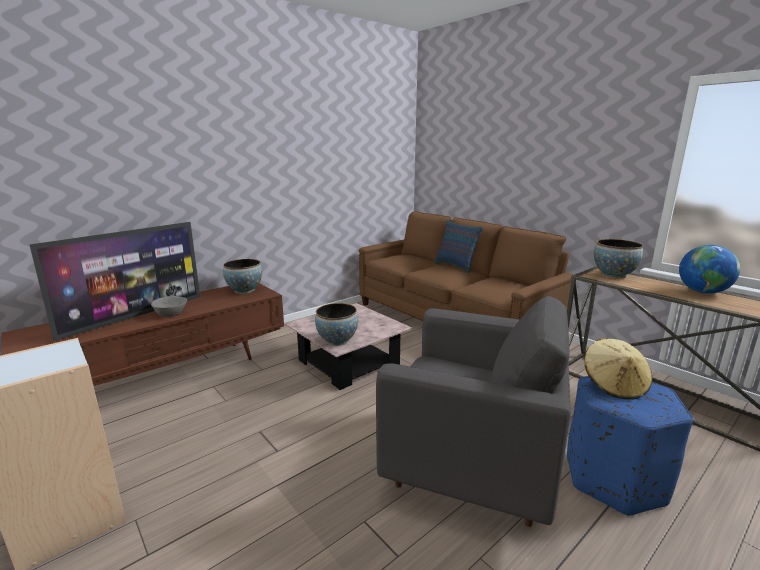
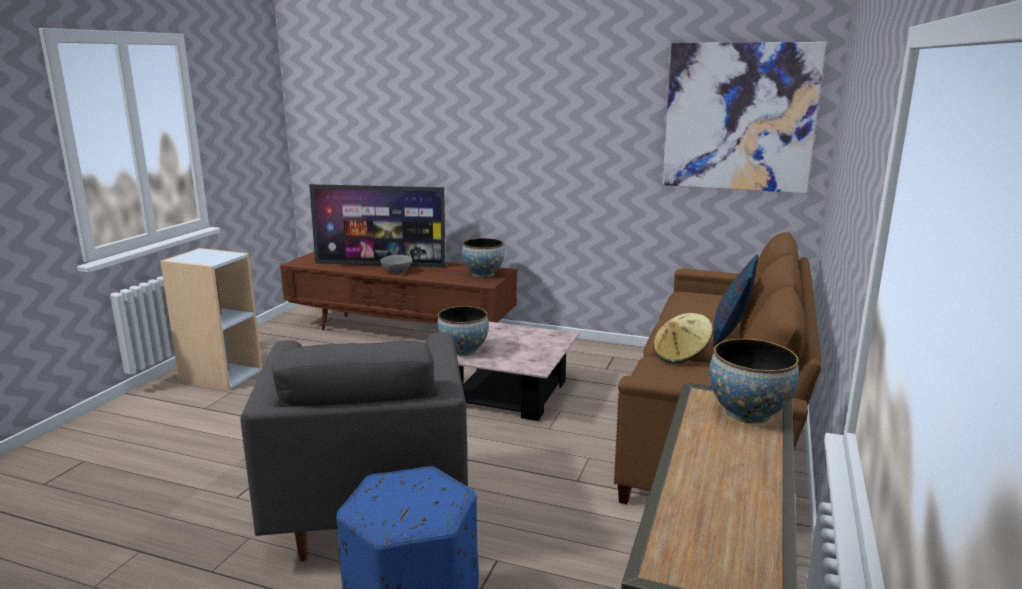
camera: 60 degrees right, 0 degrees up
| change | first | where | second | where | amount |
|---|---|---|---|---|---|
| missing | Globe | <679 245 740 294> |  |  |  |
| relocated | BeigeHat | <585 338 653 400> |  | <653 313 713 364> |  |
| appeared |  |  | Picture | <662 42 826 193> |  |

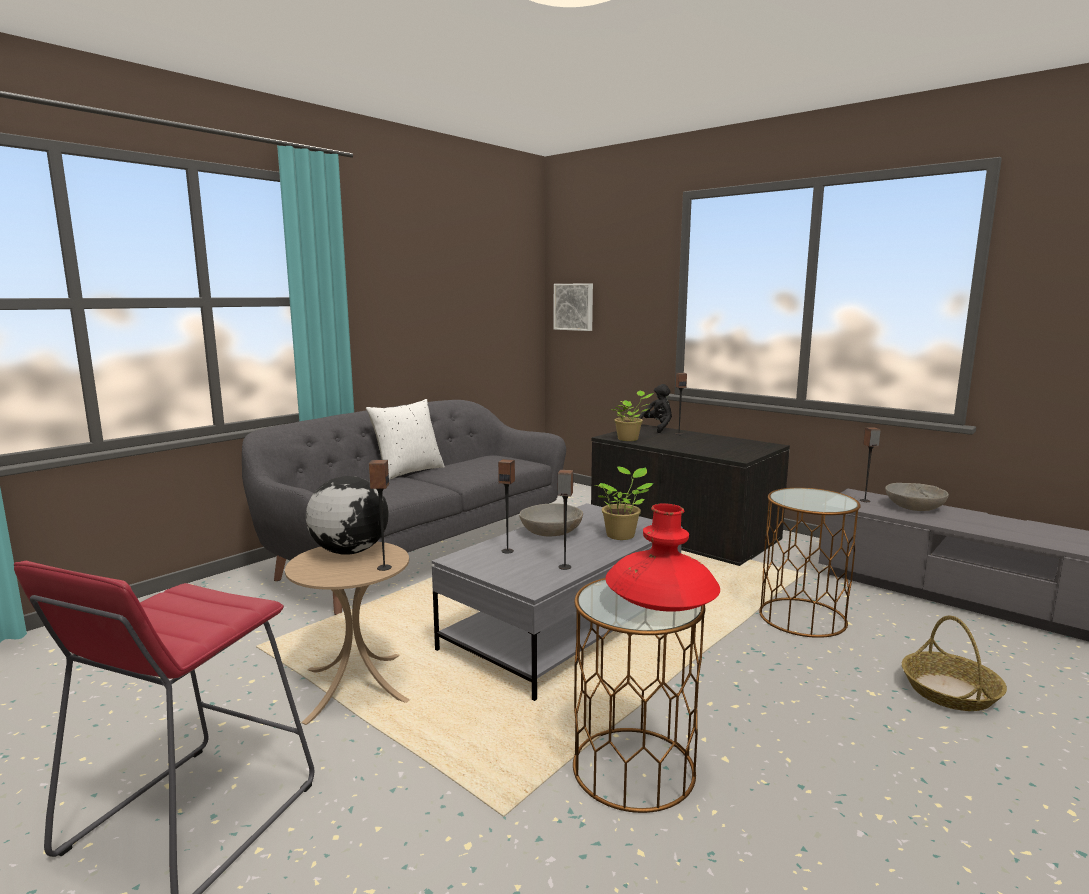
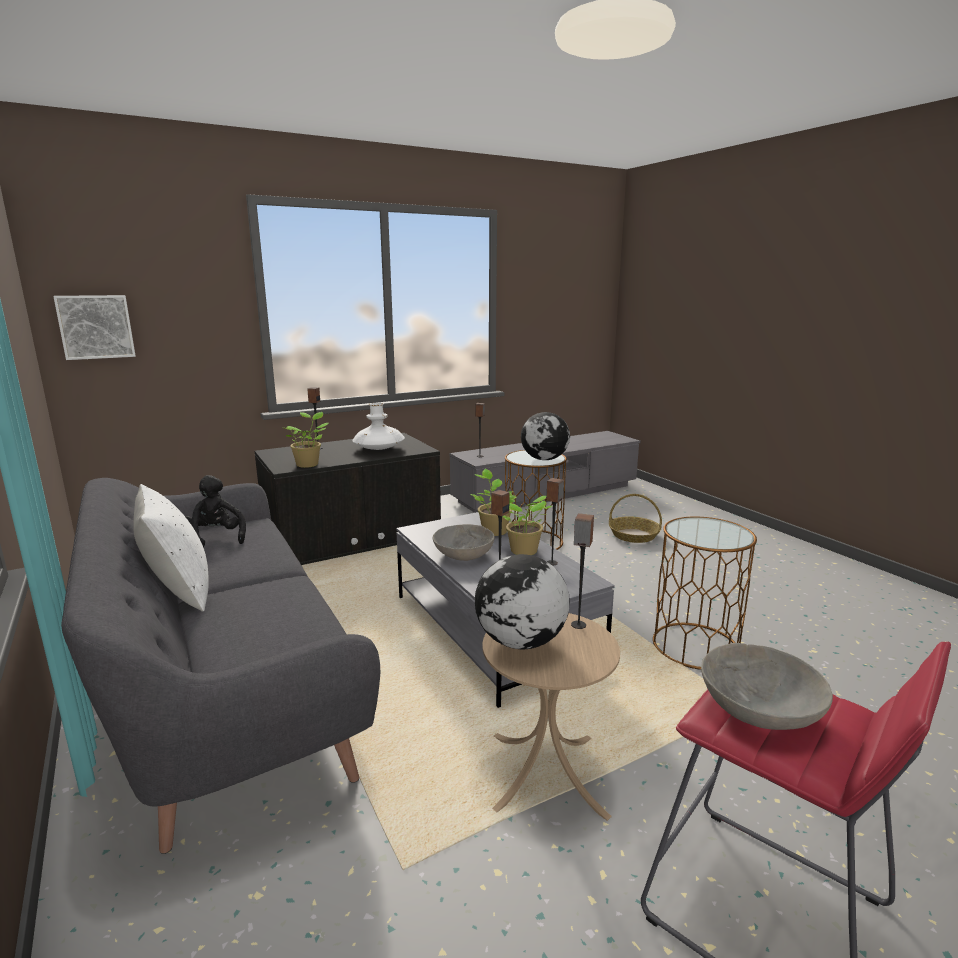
camera: 70 degrees left, 5 degrees up
| change | first | where | second | where | amount |
|---|---|---|---|---|---|
| relocated | BlackPlushToy | <638 384 672 433> |  | <185 475 246 548> |  |
| relocated | GreyBowl | <885 483 949 511> |  | <701 643 833 730> |  |
| missing | RedVase | <606 503 720 612> |  |  |  |
| appeared |  |  | WhiteVase | <352 403 405 450> |  |
| appeared |  |  | Globe | <521 412 570 460> |  |
| appeared |  |  | PottedPlant | <503 495 552 555> |  |

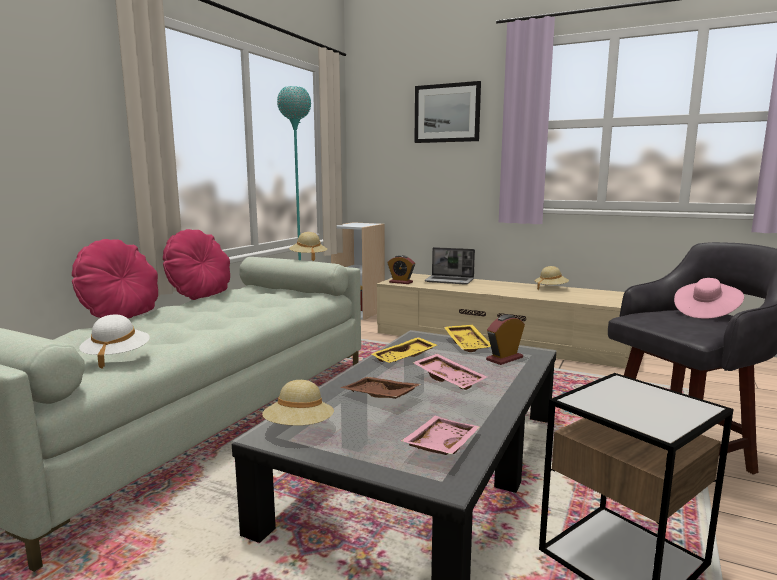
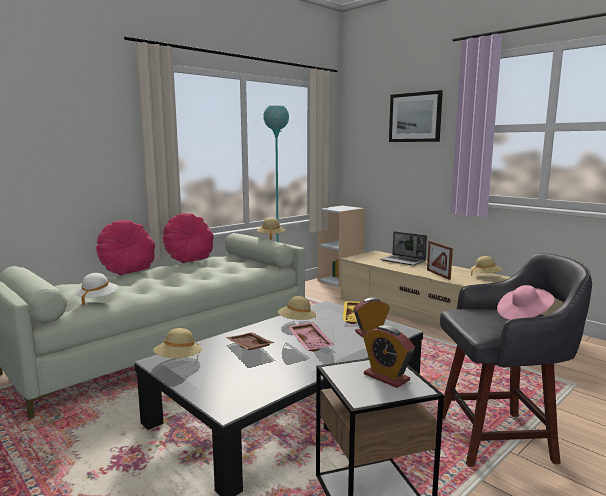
camera: 20 degrees right, 0 degrees up
| change | first | where | second | where | amount |
|---|---|---|---|---|---|
| relocated | AlarmClock | <388 255 415 284> |  | <363 325 415 388> |  |
| exchanged | YellowTray | <372 337 437 363> | BeigeHat | <278 296 316 320> |  |
| missing | PinkTray | <401 416 480 455> |  |  |  |
| appeared |  |  | PictureFrame | <427 241 453 280> |  |

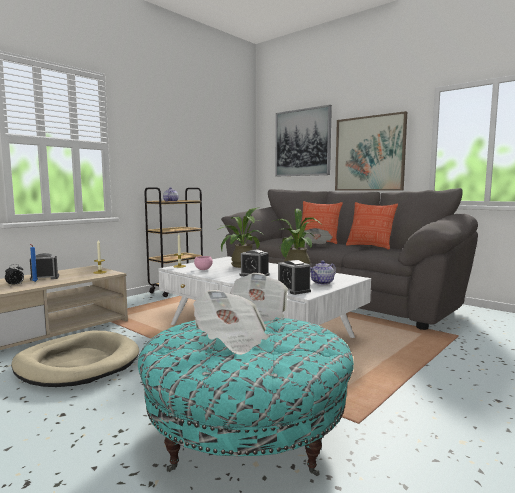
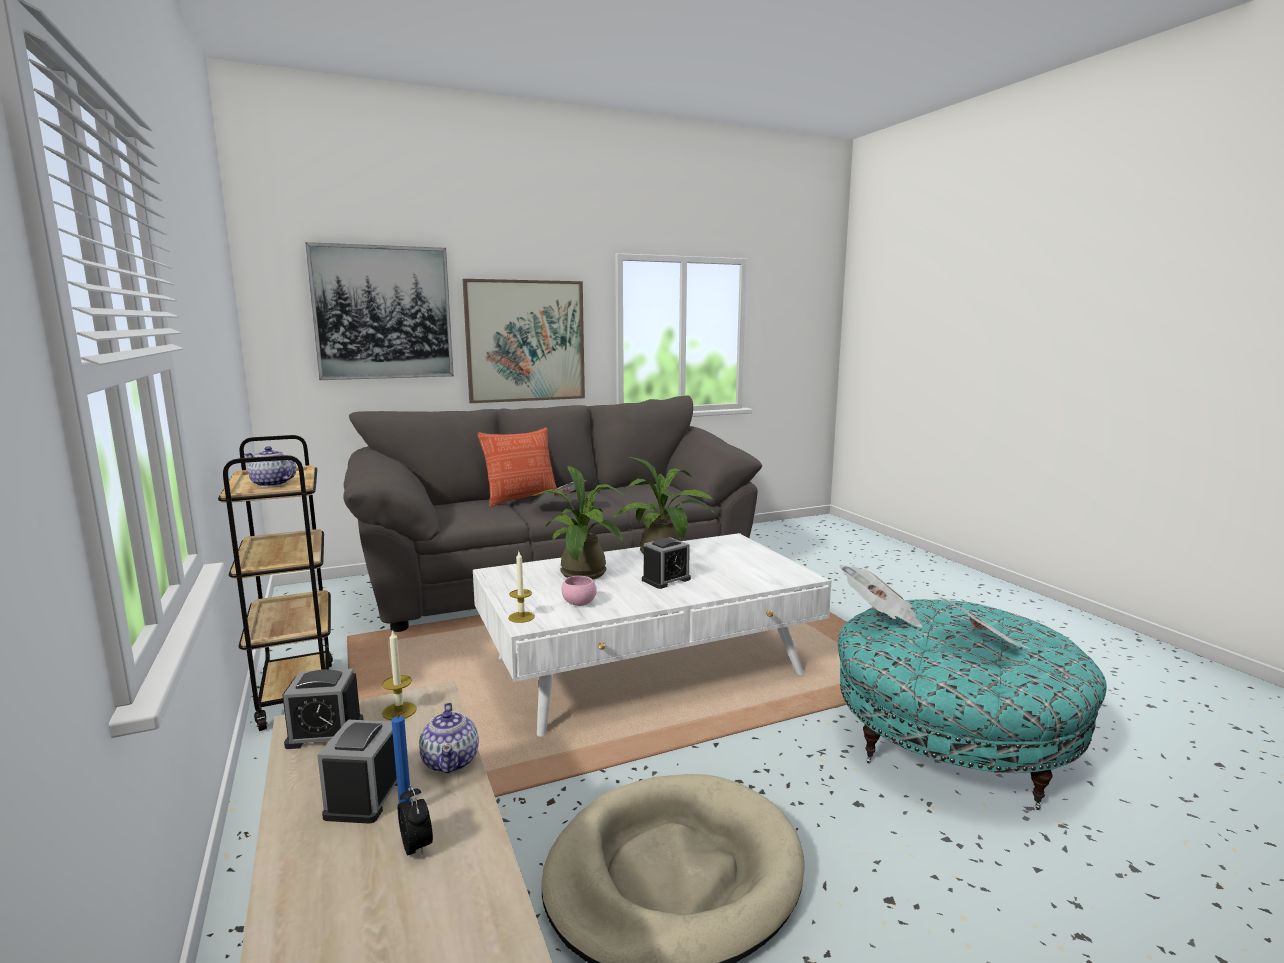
camera: 65 degrees left, 5 degrees up
| change | first | where | second | where | amount |
|---|---|---|---|---|---|
| missing | OrangePillow | <346 202 398 250> |  |  |  |
| relocated | AlarmClock | <278 260 311 295> |  | <283 668 364 749> |  |
| relocated | Teapot | <310 260 336 285> |  | <419 703 479 773> |  |

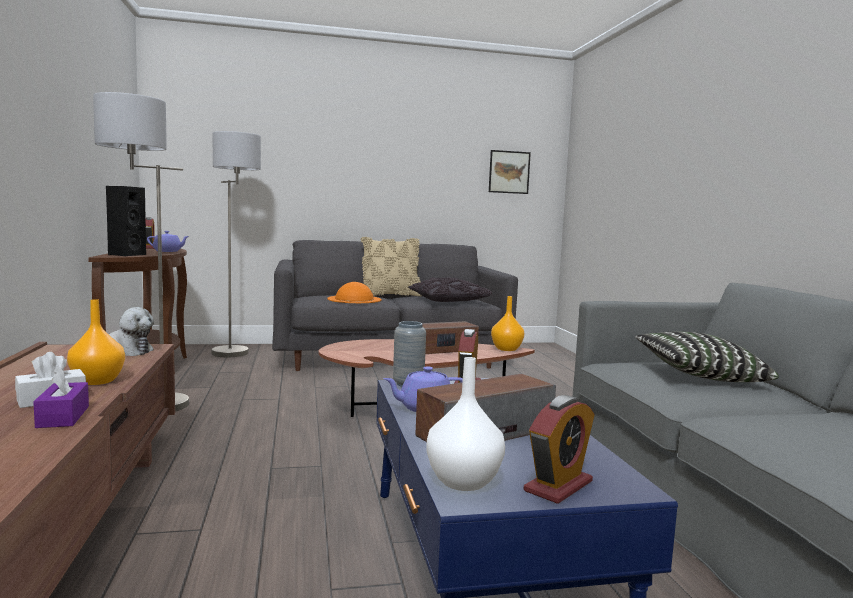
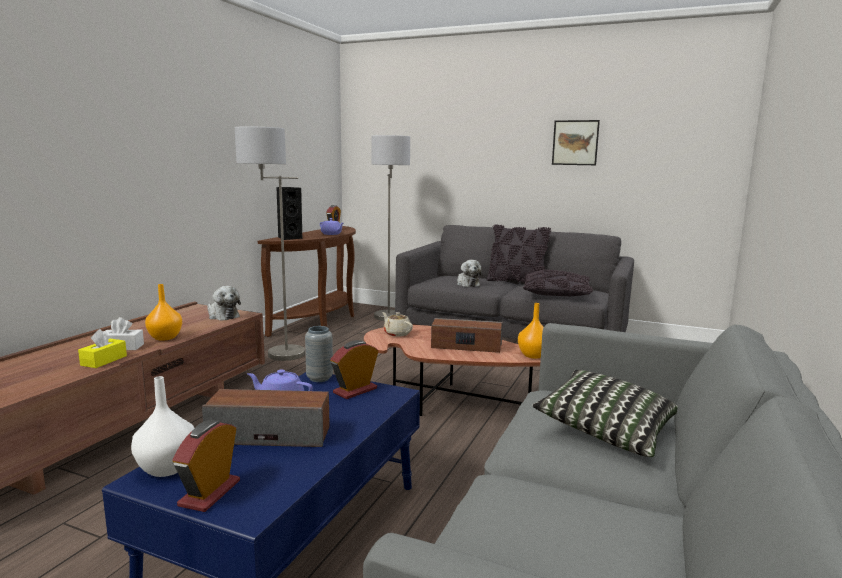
camera: 35 degrees right, 5 degrees up
| change | first | where | second | where | amount |
|---|---|---|---|---|---|
| relocated | Picture | <489 150 531 194> |  | <552 120 600 165> |  |
| colour | BeigePillow | <360 236 422 296> | BlackPillow | <487 224 551 283> |  |
| exchanged | OrangeHat | <327 282 382 303> | PlushToy | <457 260 483 287> |  |
| colour | PurpleTissueBox | <33 366 89 428> | YellowTissueBox | <78 329 127 368> |  |
| spun | AlarmClock | <524 395 594 504> |  | <172 420 240 512> | 120 degrees clockwise |
| appeared |  |  | BeigeTeapot | <382 312 413 337> |  |

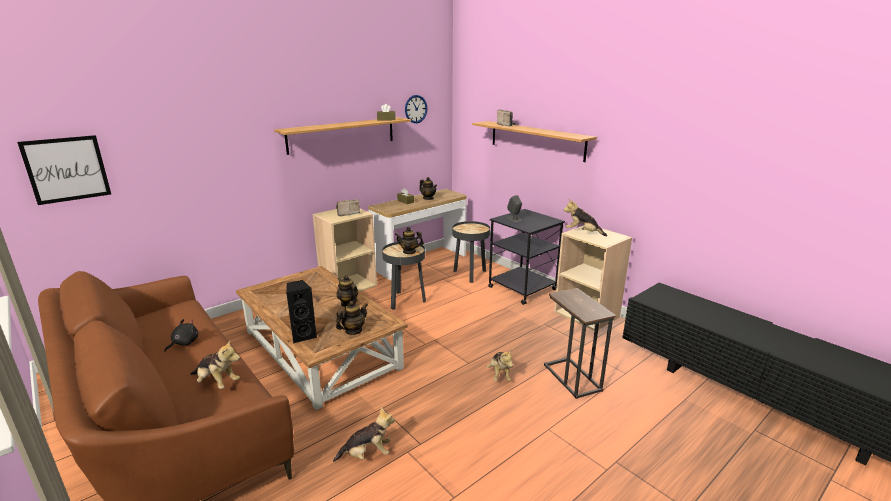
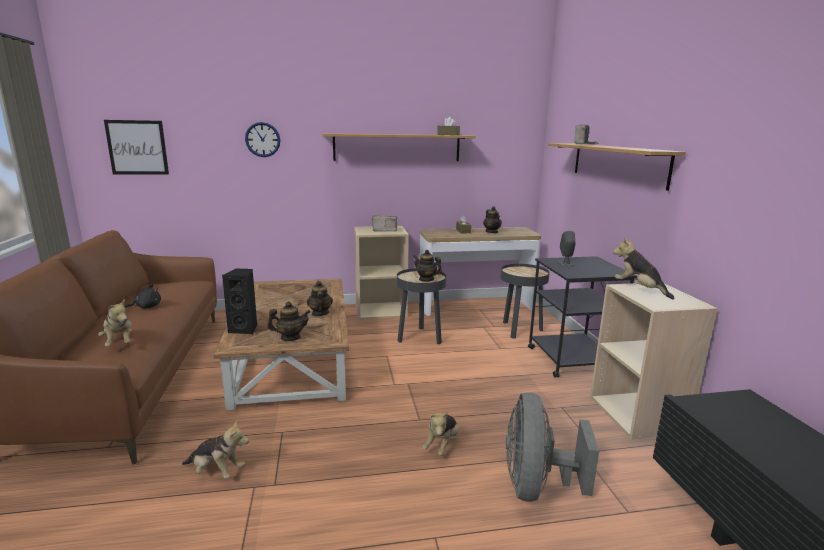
camera: 30 degrees right, 5 degrees down
| change | first | where | second | where | amount |
|---|---|---|---|---|---|
| relocated | WallClock | <405 95 427 123> |  | <245 122 280 157> |  |
| exchanged | BrownSideTable | <544 288 616 399> | GreyFan | <506 393 599 502> |  |

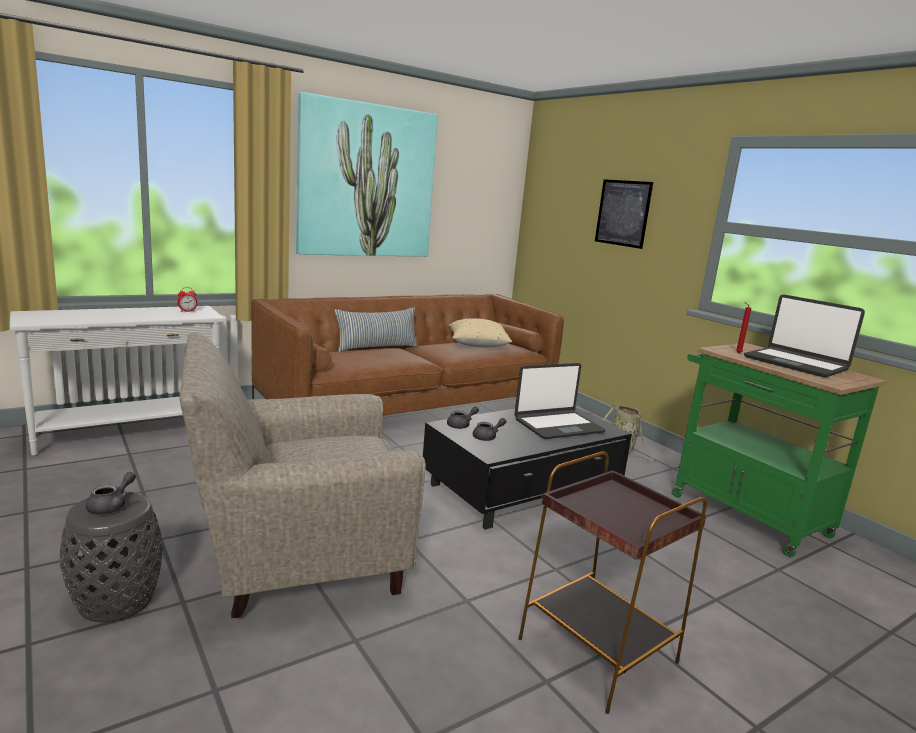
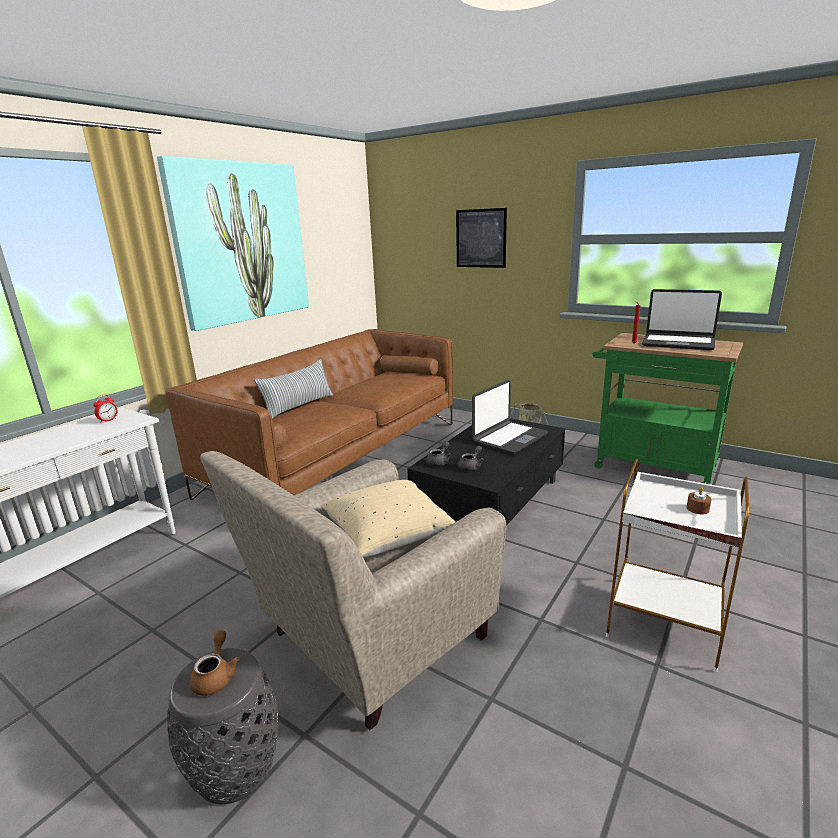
camera: 20 degrees left, 5 degrees up
| change | first | where | second | where | amount |
|---|---|---|---|---|---|
| relocated | BeigePillow | <449 318 512 347> |  | <321 480 456 558> |  |
| colour | BrownSideTable | <519 451 707 714> | WhiteSideTable | <606 459 749 672> |  |
| colour | GreyTeapot | <86 472 136 514> | BrownTeapot | <190 630 239 696> |  |
| appeared |  |  | BrownCandle | <687 487 711 514> |  |

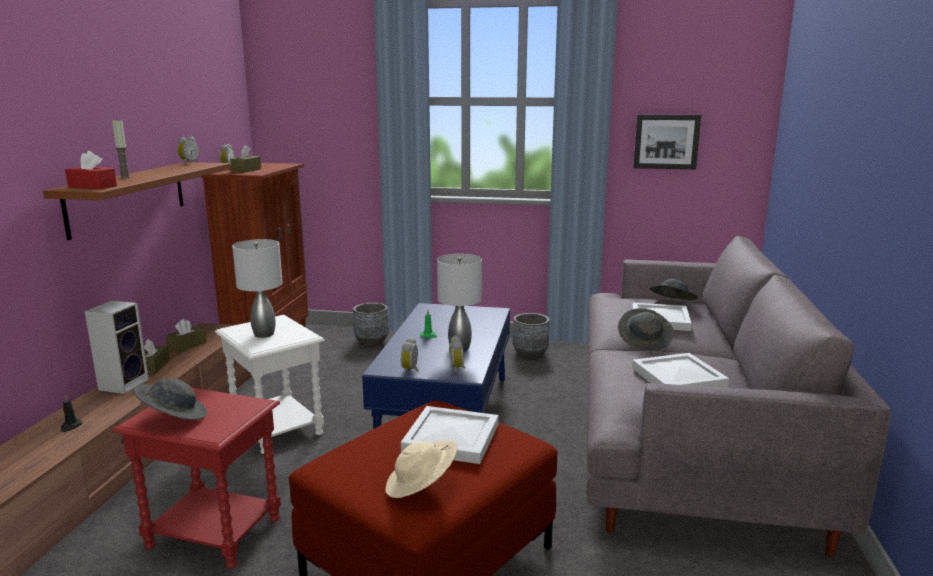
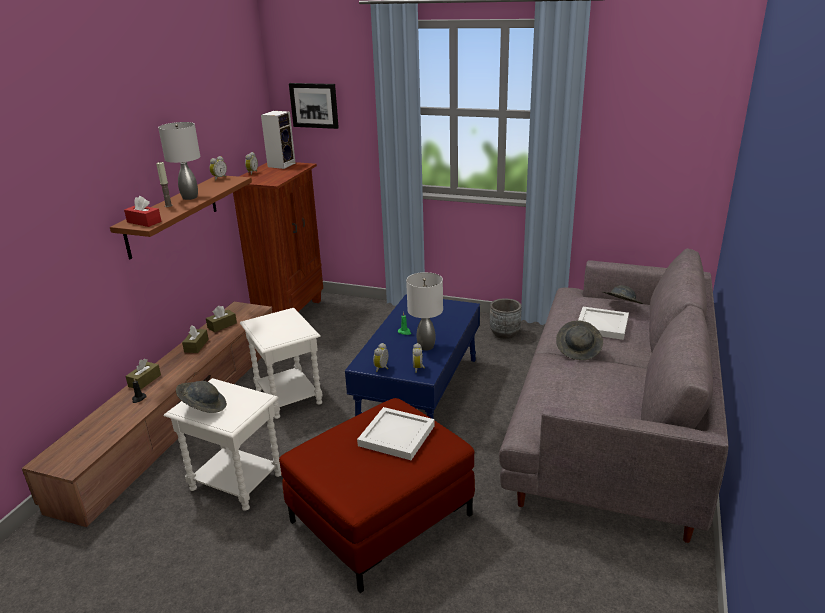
camera: 10 degrees right, 10 degrees up
| change | first | where | second | where | amount |
|---|---|---|---|---|---|
| relocated | Picture | <633 114 701 169> |  | <289 83 339 129> |  |
| relocated | BrownTissueBox | <230 145 261 173> |  | <125 359 161 390> |  |
| relocated | GreyTableLamp | <232 239 283 338> |  | <158 122 200 200> |  |
| relocated | Speaker | <85 300 149 394> |  | <261 111 296 169> |  |
| missing | GreyPlanter | <353 303 389 346> |  |  |  |
| missing | WhiteTray | <632 353 729 388> |  |  |  |
| colour | RedSideTable | <112 388 281 569> | WhiteSideTable | <163 378 281 511> |  |
| missing | BeigeHat | <386 440 457 498> |  |  |  |

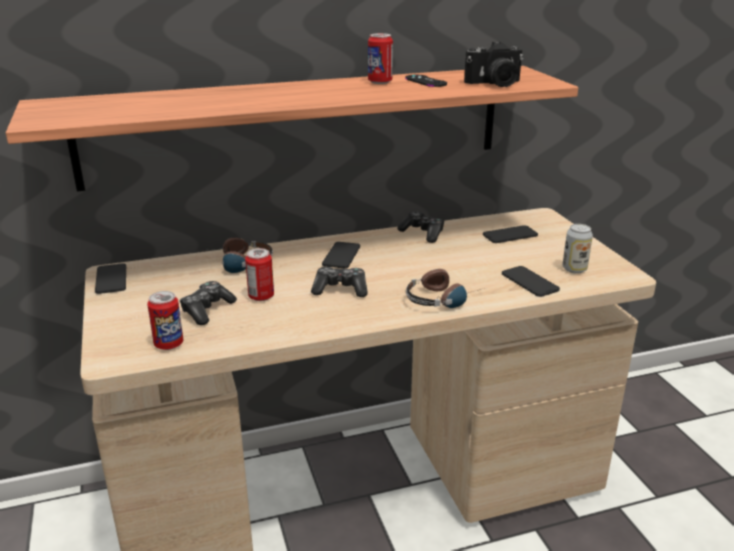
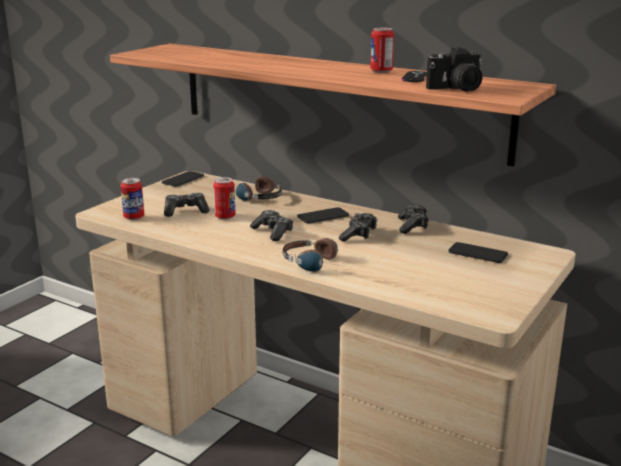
camera: 50 degrees right, 5 degrees down
| change | first | where | second | where | amount |
|---|---|---|---|---|---|
| spun | PhotoCamera | <464 42 523 87> |  | <426 47 482 91> | 60 degrees counterclockwise |
| missing | Can | <562 224 593 273> |  |  |  |
| missing | Phone | <502 266 560 297> |  |  |  |
| appeared |  |  | GameController | <339 213 377 242> |  |

